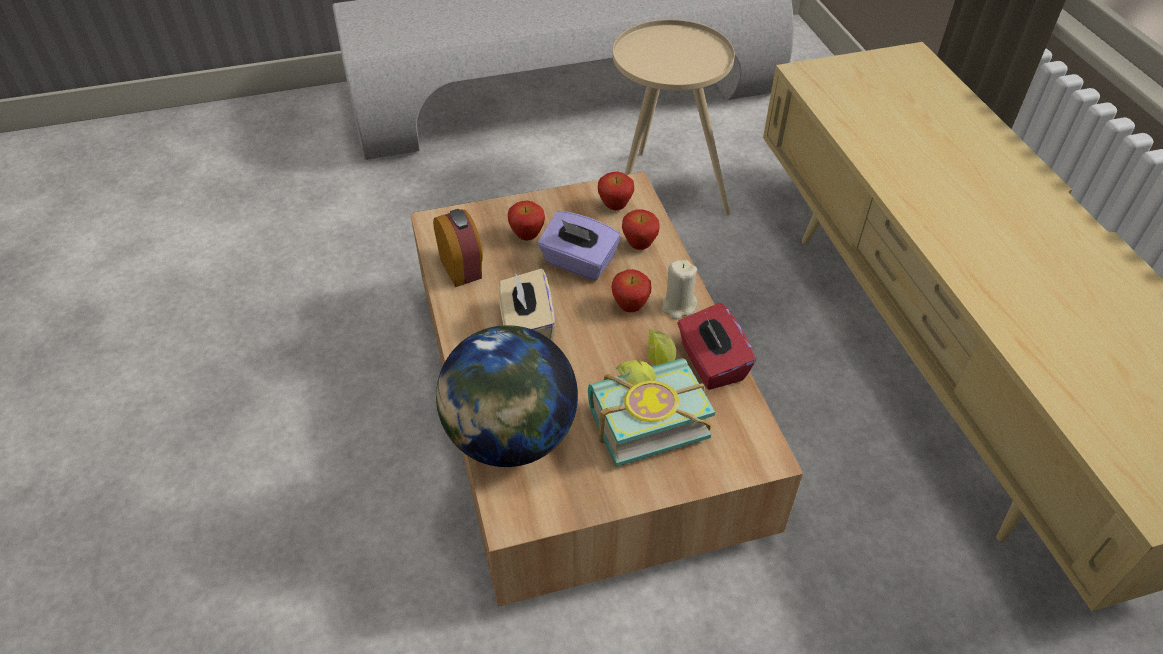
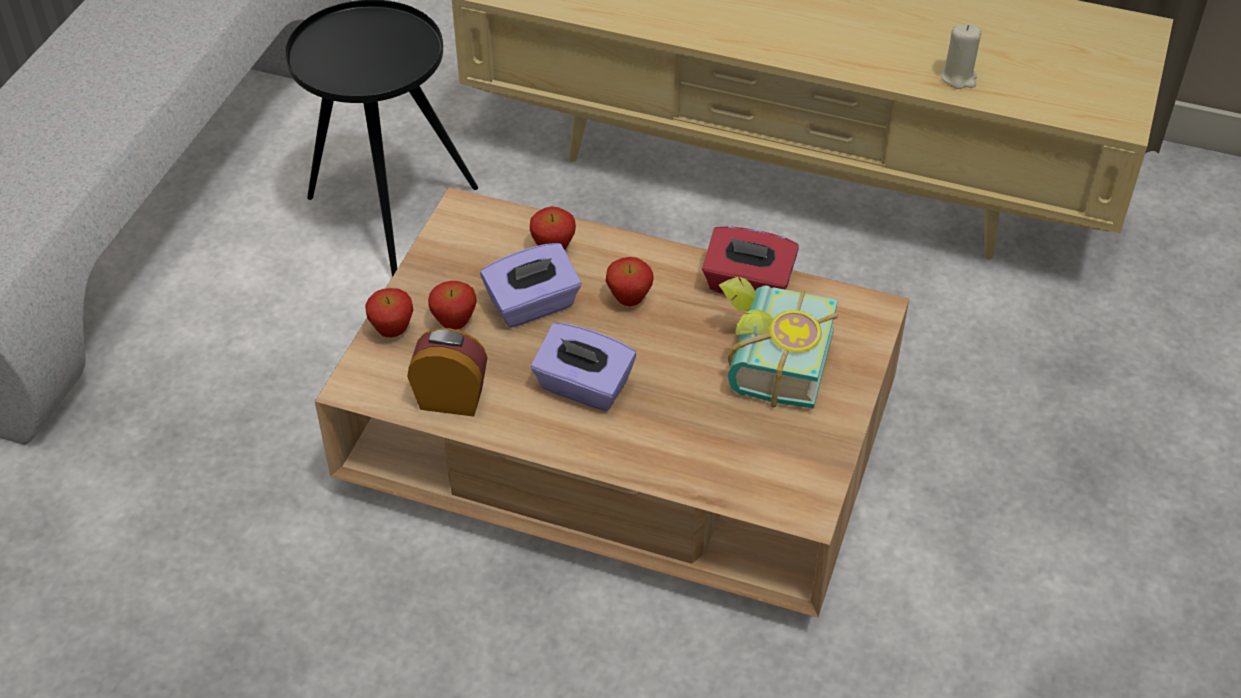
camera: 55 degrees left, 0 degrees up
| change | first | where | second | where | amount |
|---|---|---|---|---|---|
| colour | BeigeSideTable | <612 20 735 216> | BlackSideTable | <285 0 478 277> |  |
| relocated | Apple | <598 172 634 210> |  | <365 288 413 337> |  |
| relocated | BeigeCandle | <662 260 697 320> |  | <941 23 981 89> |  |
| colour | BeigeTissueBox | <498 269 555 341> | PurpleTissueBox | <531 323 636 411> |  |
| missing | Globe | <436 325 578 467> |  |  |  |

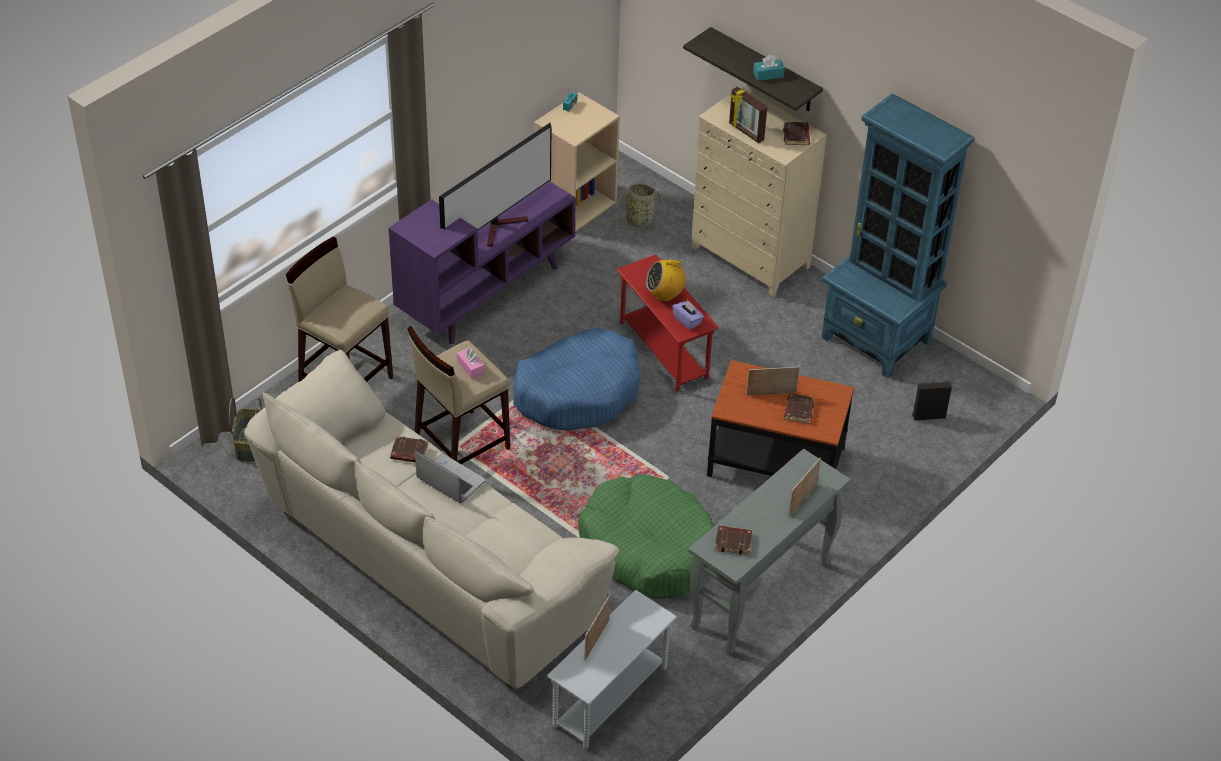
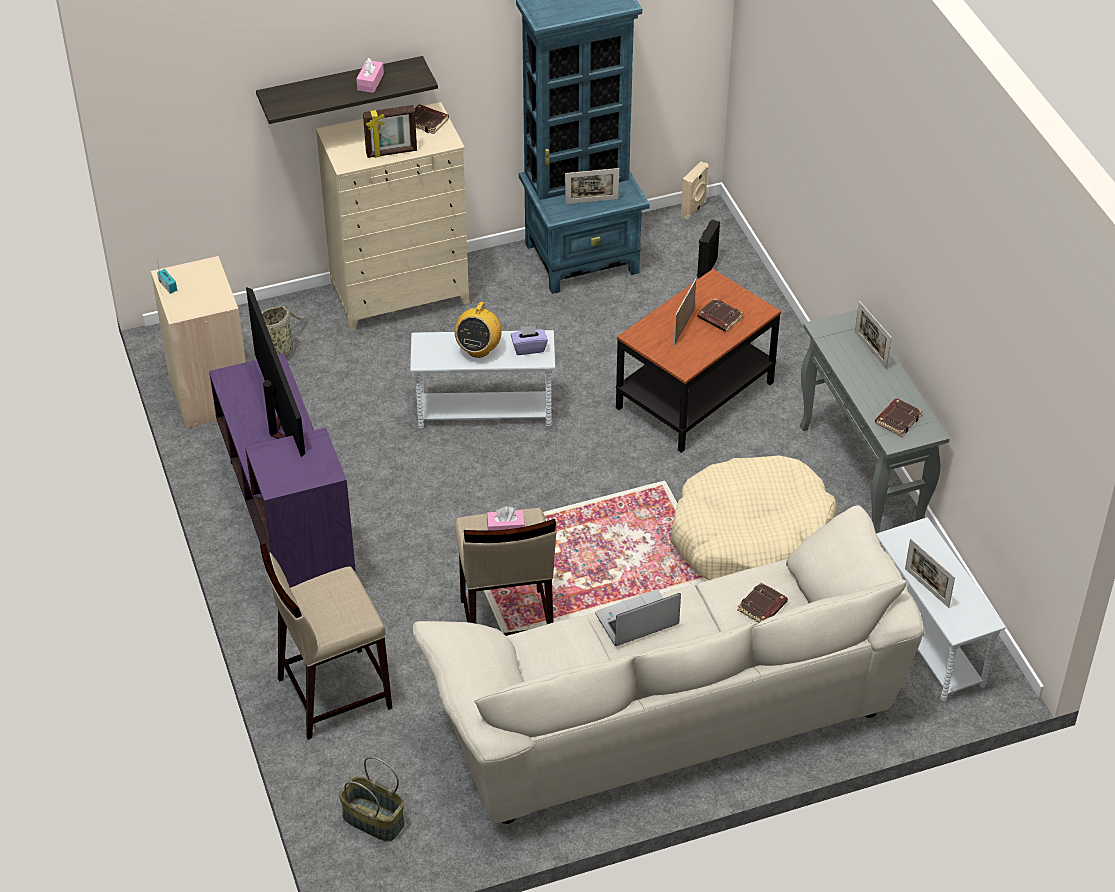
camera: 60 degrees left, 0 degrees up
| change | first | where | second | where | amount |
|---|---|---|---|---|---|
| colour | TurquoiseTissueBox | <753 55 785 81> | PinkTissueBox | <356 58 384 93> |  |
| colour | RedSideTable | <617 254 718 391> | WhiteSideTable | <410 330 555 429> |  |
| missing | BlueDogBed | <513 328 640 431> |  |  |  |
| relocated | BrownBook | <390 436 428 463> |  | <738 582 788 623> |  |
| colour | GreenDogBed | <578 474 714 599> | BeigeDogBed | <670 455 837 580> |  |
| appeared |  |  | BeigeSpeaker | <681 161 708 219> |  |
| appeared |  |  | PictureFrame | <565 168 619 204> |  |

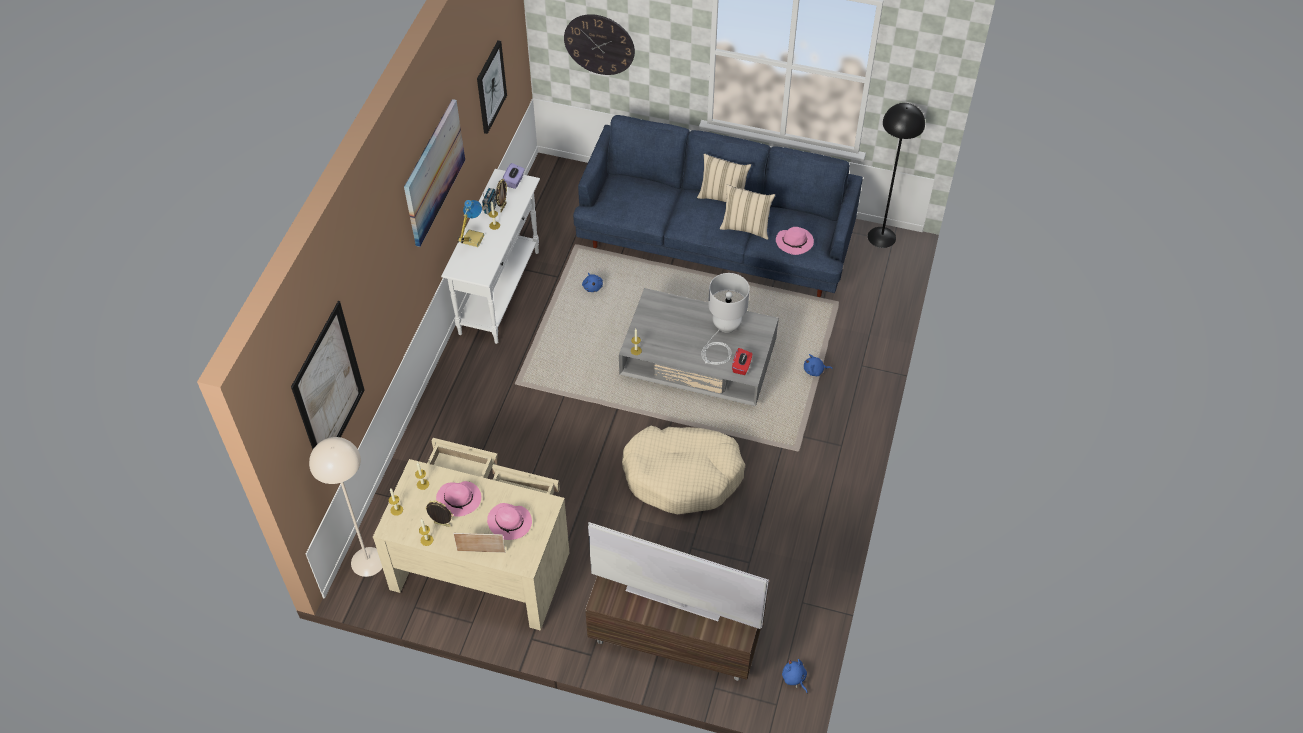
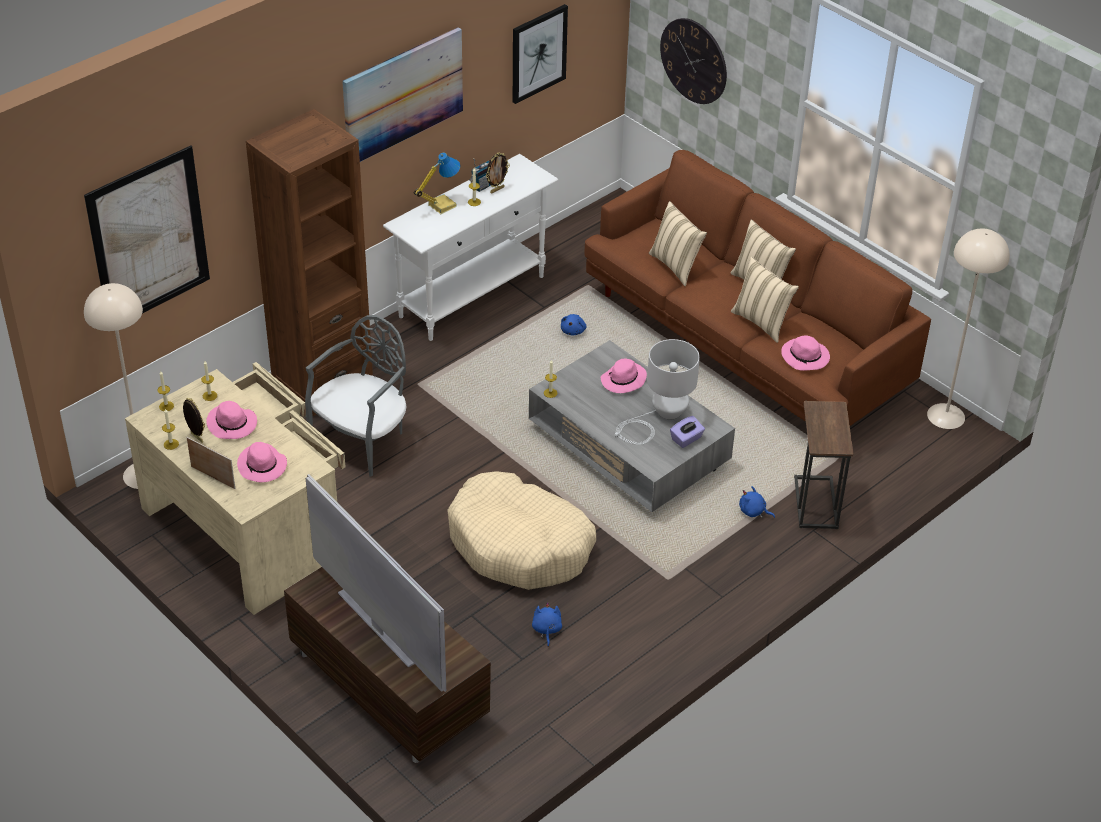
camera: 30 degrees right, 10 degrees down
| change | first | where | second | where | amount |
|---|---|---|---|---|---|
| colour | BlackFloorLamp | <868 103 925 248> | BeigeFloorLamp | <927 228 1010 429> |  |
| colour | BlueSofa | <573 115 863 297> | BrownSofa | <585 150 931 426> |  |
| relocated | PurpleTissueBox | <502 163 525 189> |  | <670 416 705 448> |  |
| missing | RedTissueBox | <732 348 752 375> |  |  |  |
| relocated | BluePlushToy | <782 659 807 693> |  | <532 602 562 647> |  |
| appeared |  |  | BrownBookcase | <246 109 373 417> |  |
| appeared |  |  | BeigePillow | <649 201 707 286> |  |
| appeared |  |  | GreyChair | <305 315 406 477> |  |
| appeared |  |  | PinkHat | <601 359 647 393> |  |
| appeared |  |  | BrownSideTable | <794 401 853 529> |  |

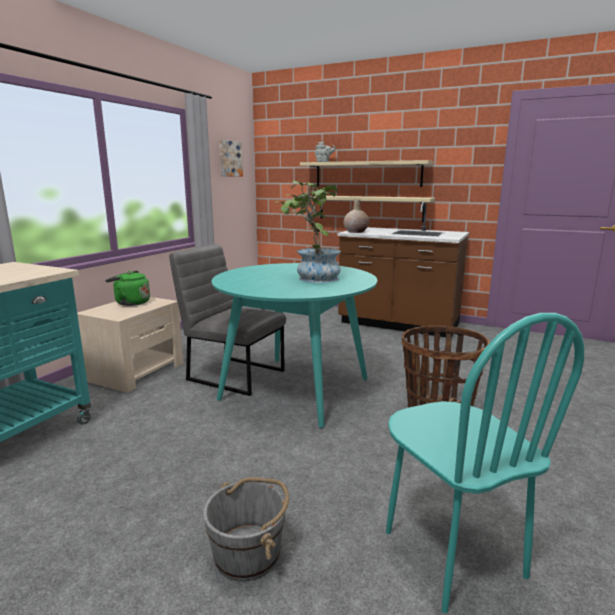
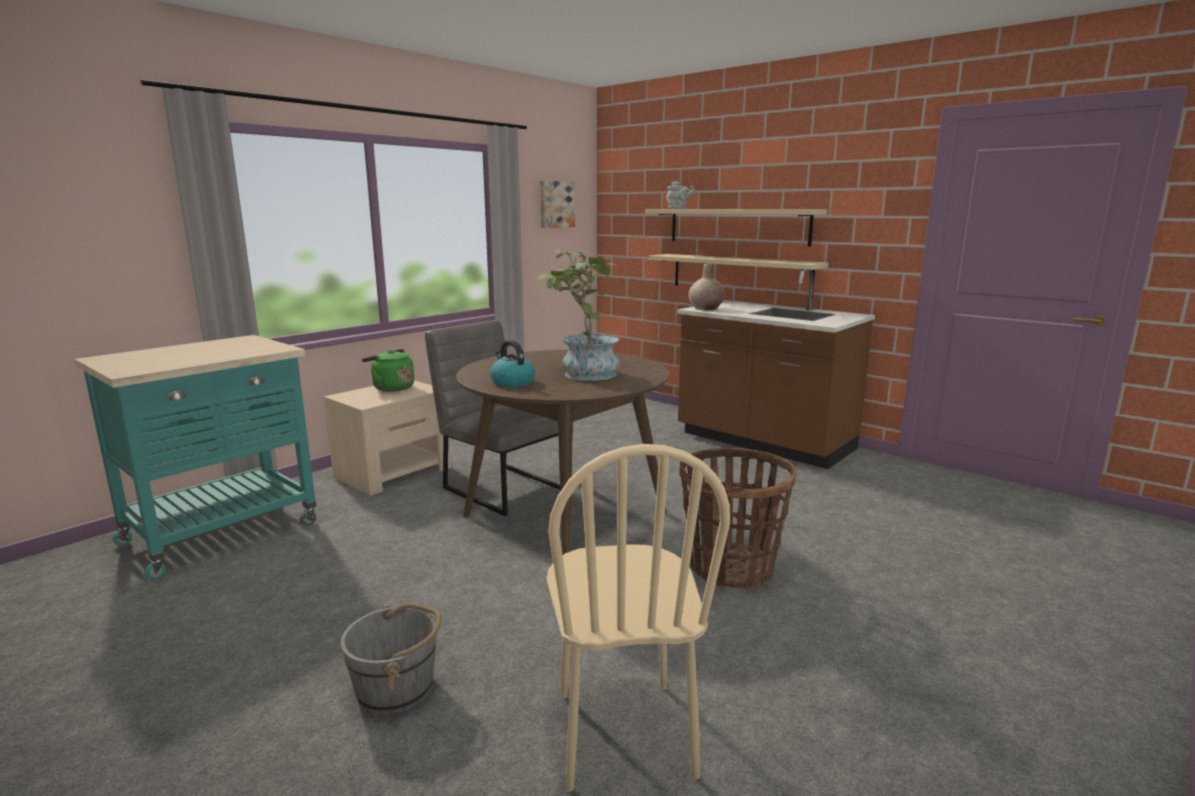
camera: 15 degrees right, 0 degrees up
| change | first | where | second | where | amount |
|---|---|---|---|---|---|
| colour | TurquoiseDiningTable | <212 263 377 428> | BrownDiningTable | <456 350 669 555> |  |
| colour | TurquoiseChair | <386 313 584 613> | BeigeChair | <547 444 730 792> |  |
| appeared |  |  | Kettle | <490 340 535 387> |  |

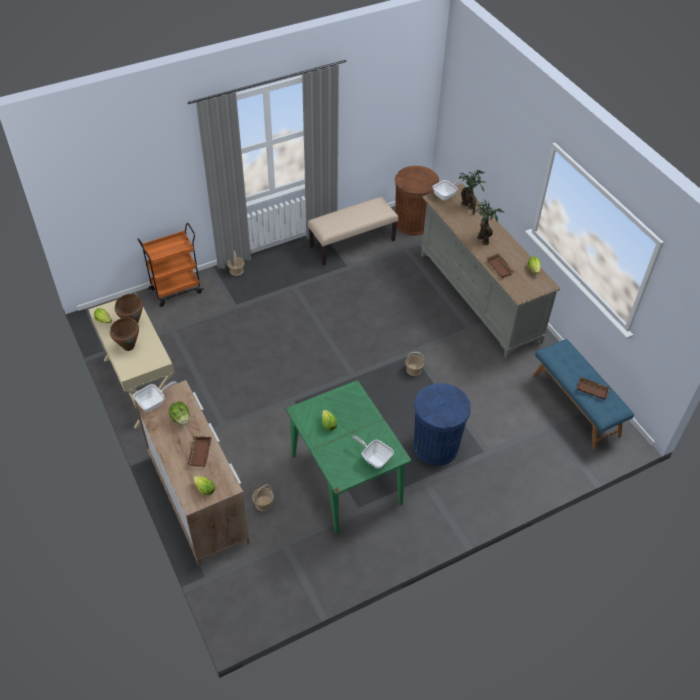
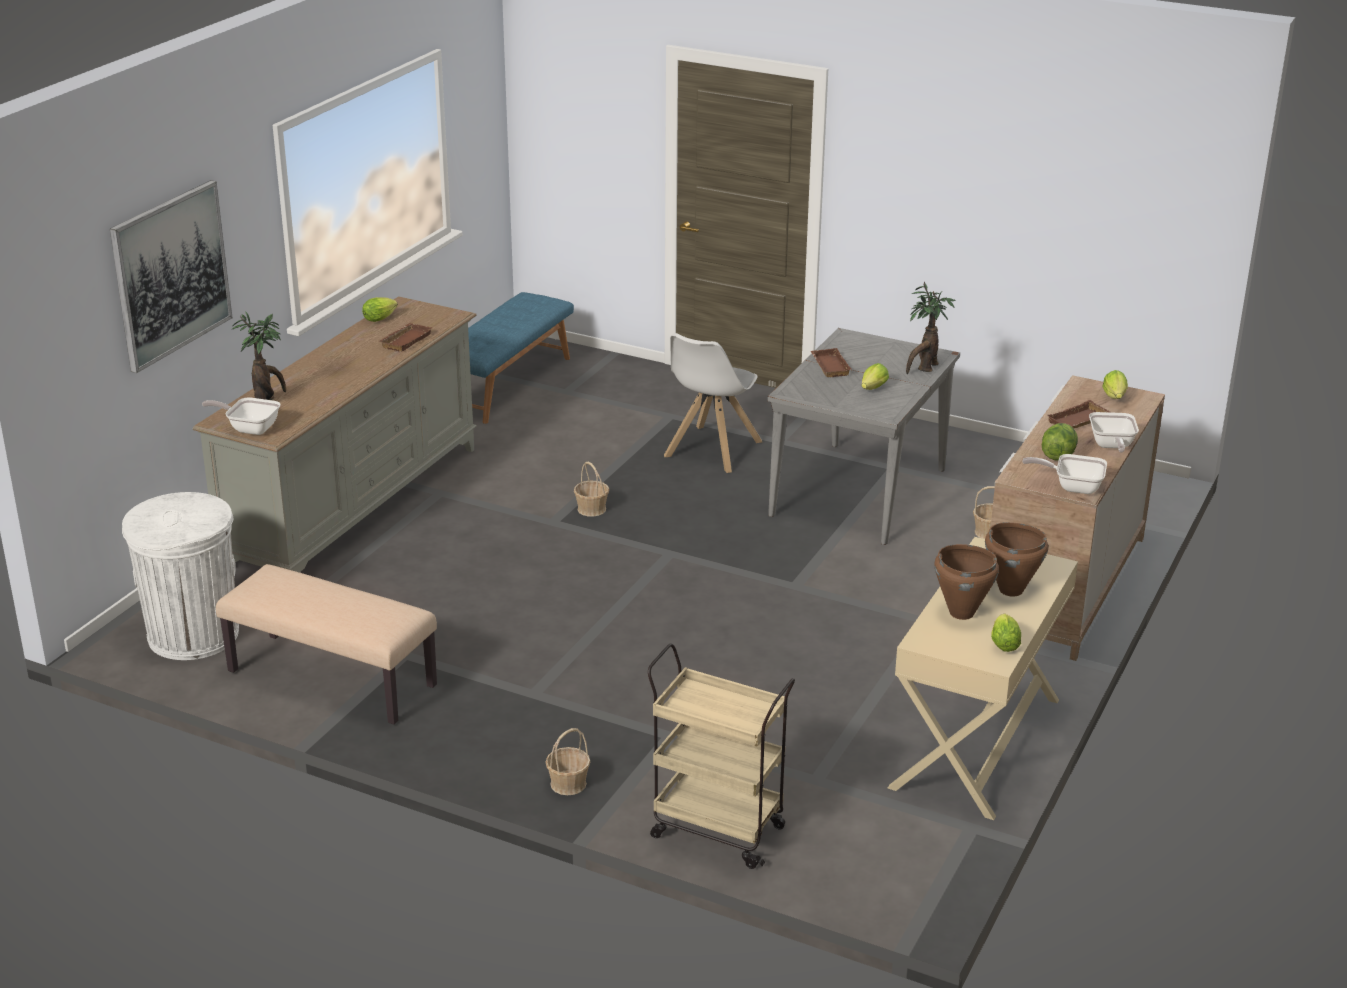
camera: 125 degrees left, 20 degrees down
| change | first | where | second | where | amount |
|---|---|---|---|---|---|
| colour | BrownTrashCan | <395 166 439 235> | WhiteTrashCan | <122 492 239 660> |  |
| relocated | PottedPlant | <475 200 504 245> |  | <906 282 956 374> |  |
| colour | OrangeCart | <137 223 204 307> | BeigeCart | <648 644 795 869> |  |
| relocated | BrownTray | <577 377 610 400> |  | <811 348 852 377> |  |
| colour | GreenDiningTable | <286 380 412 534> | GreyDiningTable | <767 328 960 545> |  |
| exchanged | BlueTrashCan | <413 383 471 465> | Chair | <664 333 762 473> |  |
| relocated | FryingPan | <352 435 394 468> |  | <1089 412 1139 453> |  |
| appeared |  |  | Picture | <110 180 233 373> |  |

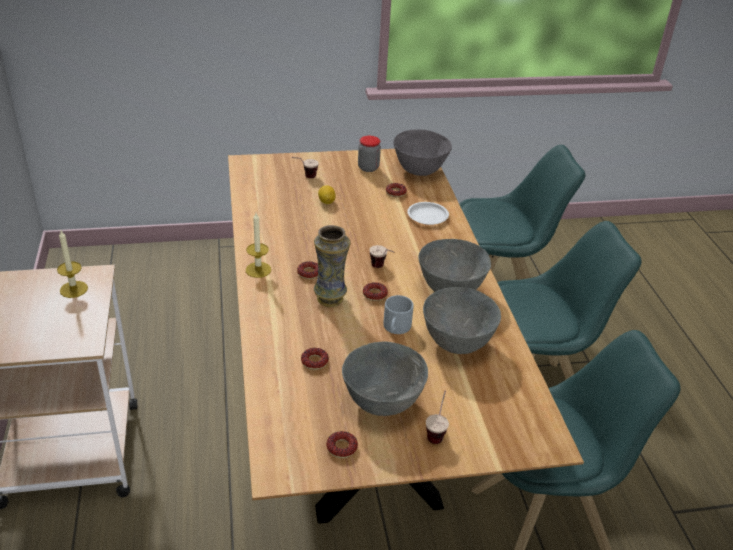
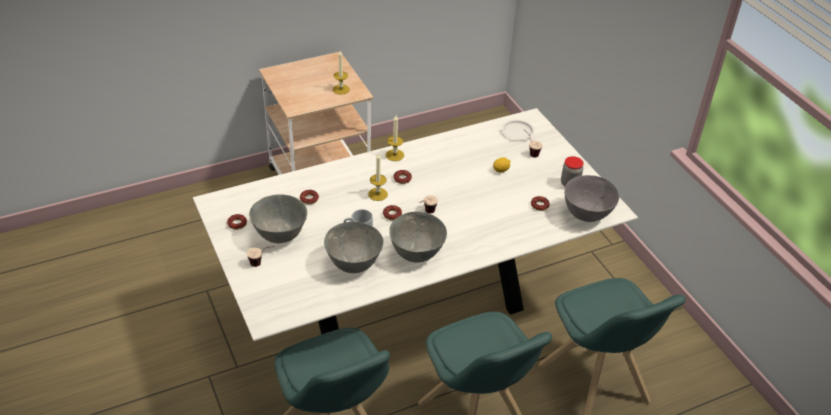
camera: 75 degrees right, 5 degrees up
| change | first | where | second | where | amount |
|---|---|---|---|---|---|
| colour | BrownDiningTable | <228 149 584 524> | WhiteDiningTable | <193 108 638 341> |  |
| relocated | WhitePlate | <407 202 449 225> |  | <502 120 535 140> |  |
| exchanged | Vase | <314 225 351 307> | Candle | <368 153 388 201> |  |

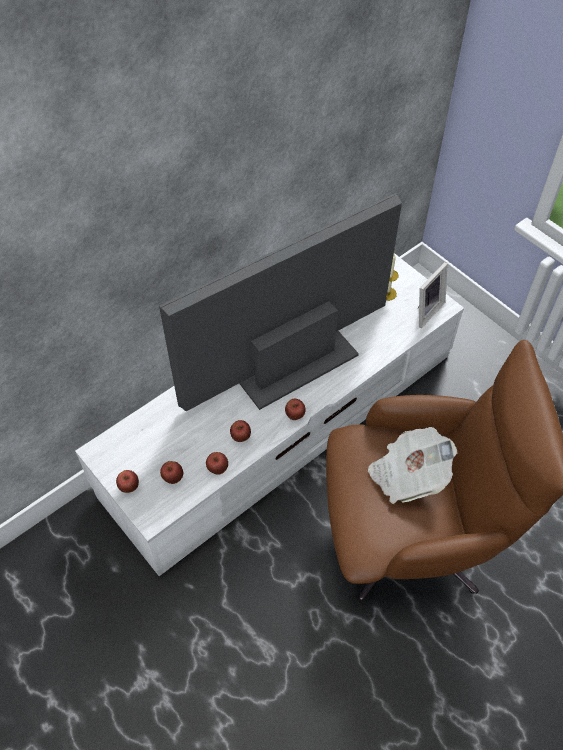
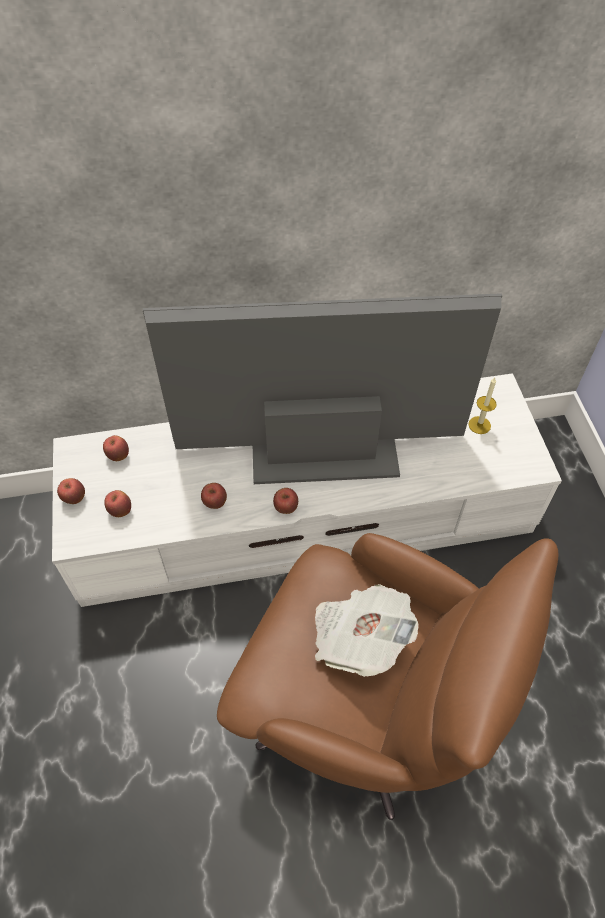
camera: 30 degrees right, 0 degrees up
| change | first | where | second | where | amount |
|---|---|---|---|---|---|
| missing | PictureFrame | <418 262 448 328> |  |  |  |
| relocated | Apple | <206 452 228 475> |  | <103 435 129 461> |  |

